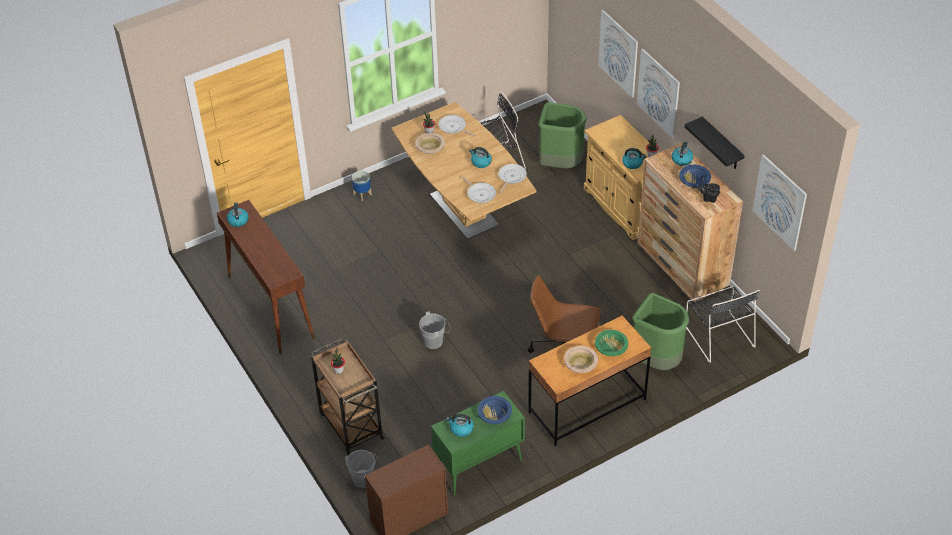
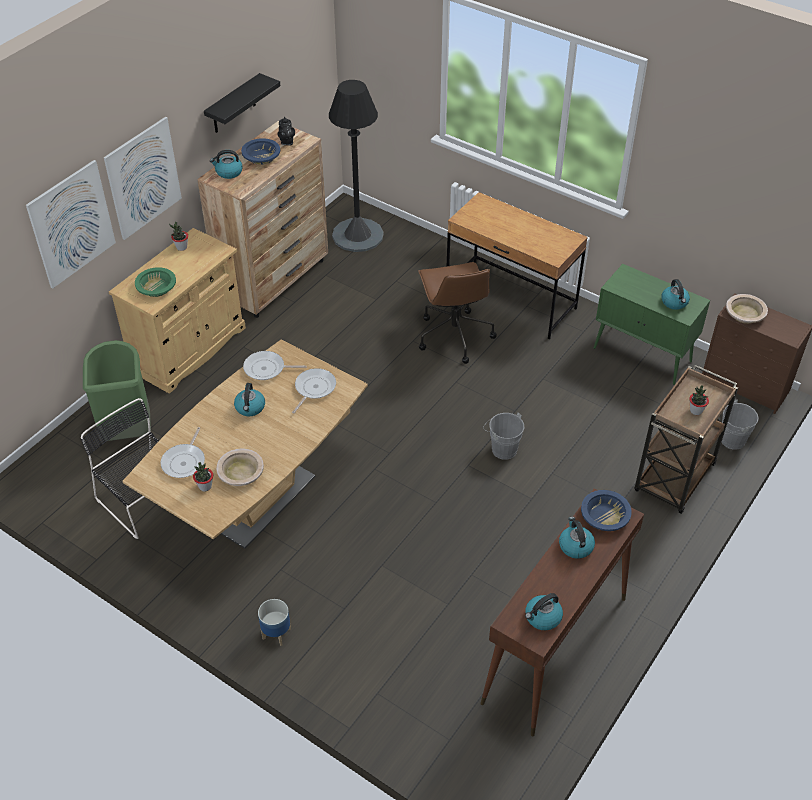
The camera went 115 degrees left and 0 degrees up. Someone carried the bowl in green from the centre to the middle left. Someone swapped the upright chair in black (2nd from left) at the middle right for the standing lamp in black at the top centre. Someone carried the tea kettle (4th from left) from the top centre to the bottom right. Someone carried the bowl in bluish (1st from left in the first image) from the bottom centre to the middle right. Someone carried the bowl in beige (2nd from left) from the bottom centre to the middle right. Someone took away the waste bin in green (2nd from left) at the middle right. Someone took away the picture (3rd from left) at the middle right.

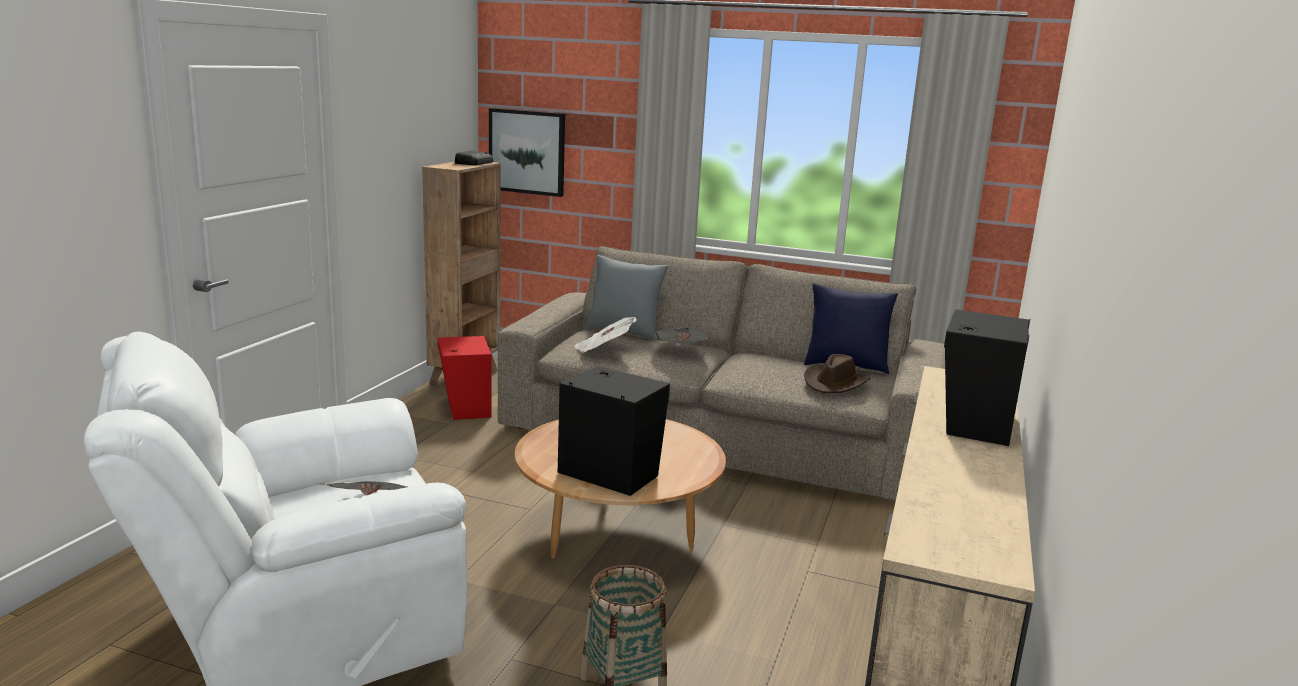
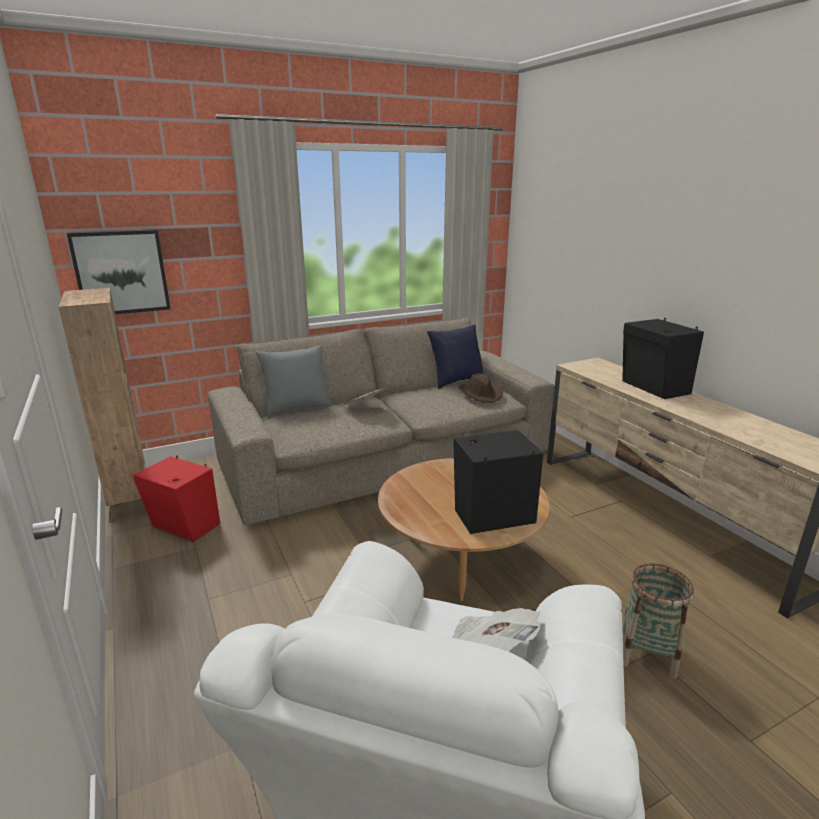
The camera went 45 degrees left and 5 degrees up. Someone took away the radio at the top centre. Someone took away the daily paper (2nd from left) at the centre.

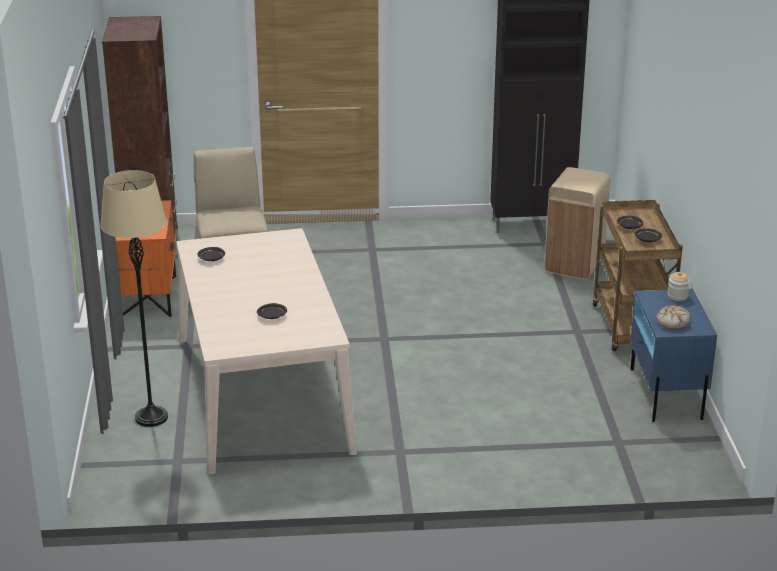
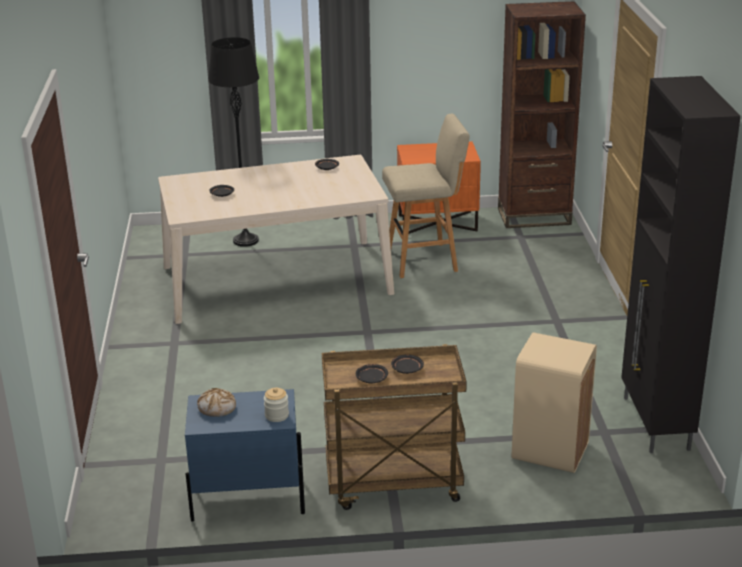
The camera went 90 degrees right and 0 degrees up. Someone repainted the standing lamp in beige at the middle left, which became the standing lamp in black at the top left.

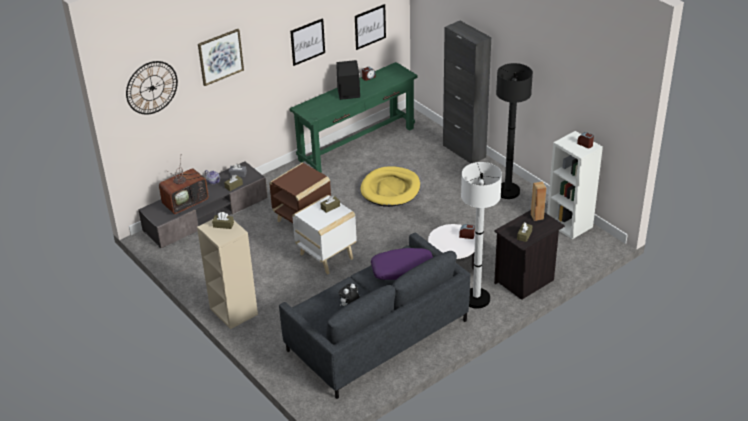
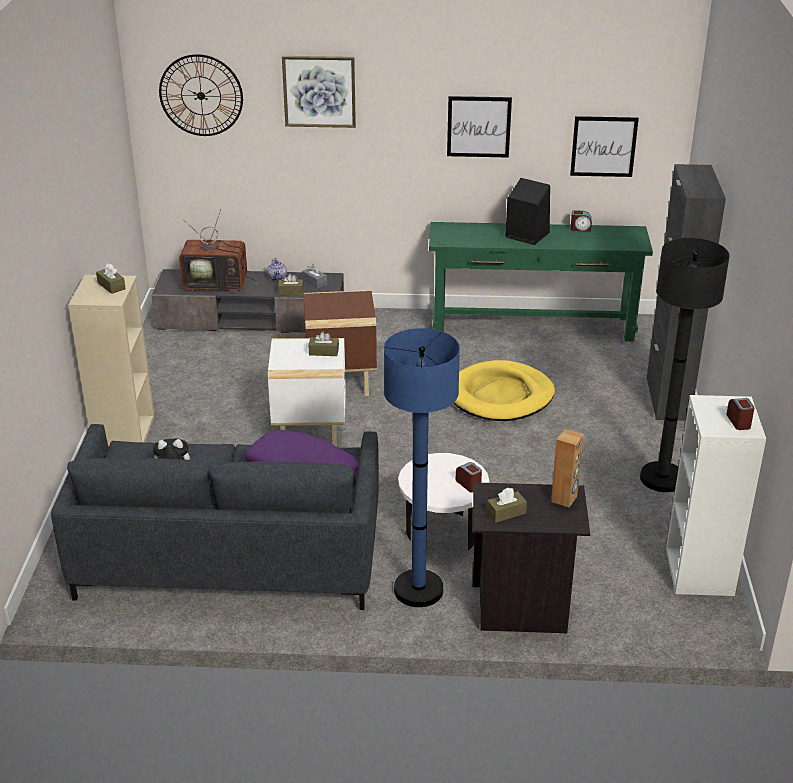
The camera went 40 degrees right and 5 degrees down. Someone repainted the standing lamp in white-coloured at the centre, which became the standing lamp in bluish at the centre.

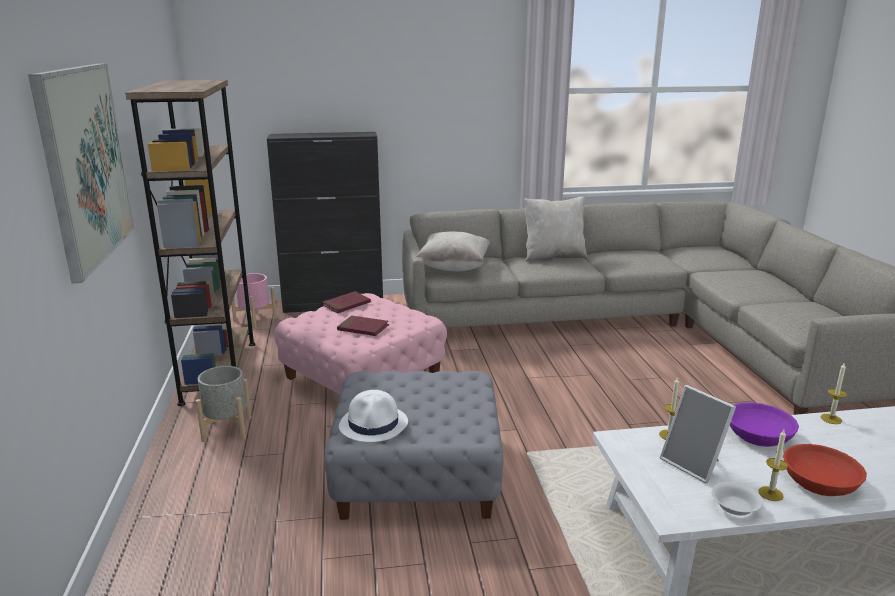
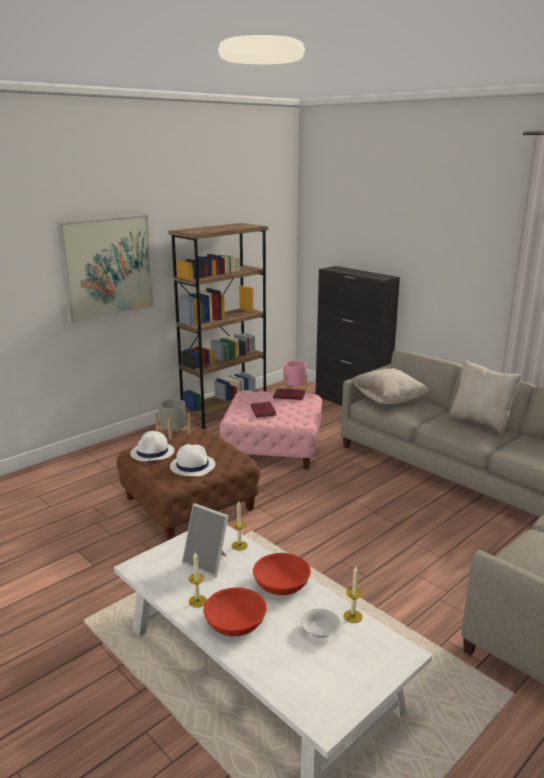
The camera went 55 degrees right and 0 degrees up. Someone repainted the footrest in greyish at the bottom centre, which became the footrest in brown at the centre. Someone put down the clothing hat in white-coloured (2nd from left) at the centre. Someone rotated the standing frame at the bottom right by 75 degrees counterclockwise. Someone repainted the bowl in purple at the bottom right, which became the bowl in red (2nd from left) at the bottom centre. Someone carried the bowl in white-coloured from the bottom right to the bottom centre.

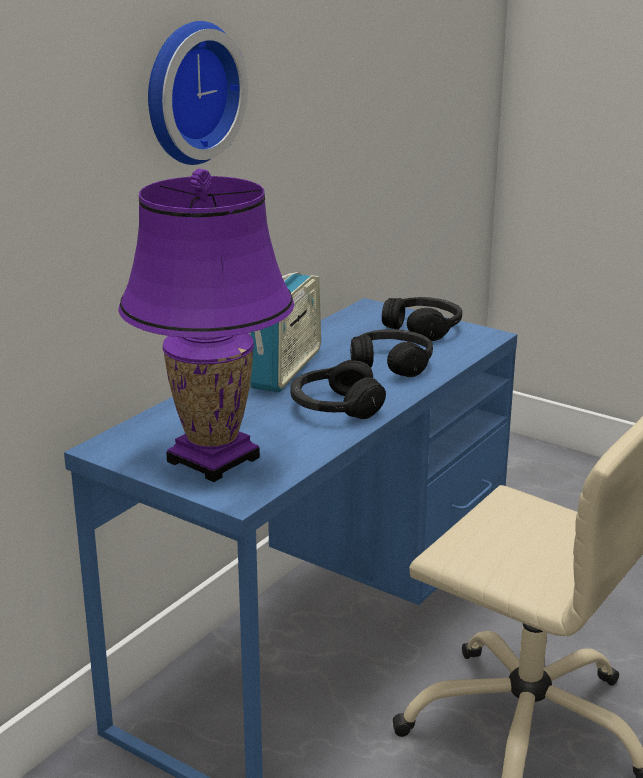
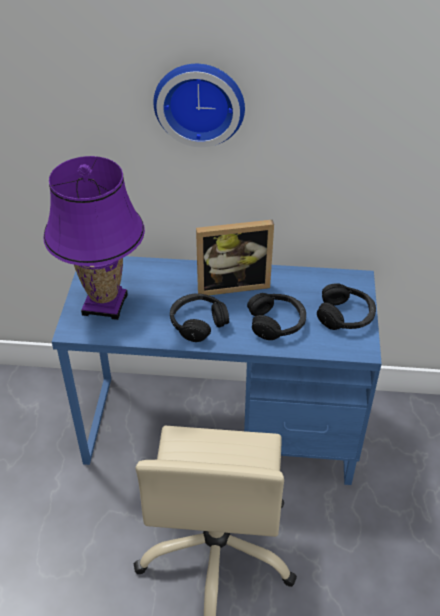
The camera went 60 degrees right and 20 degrees up. Someone swapped the radio at the centre for the standing frame at the centre.

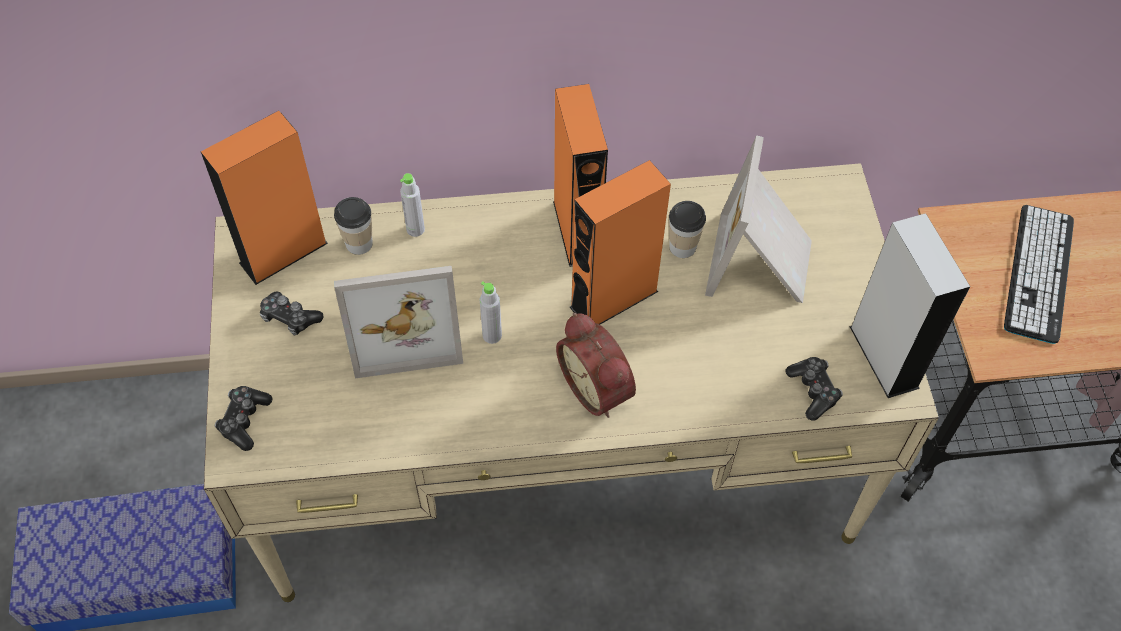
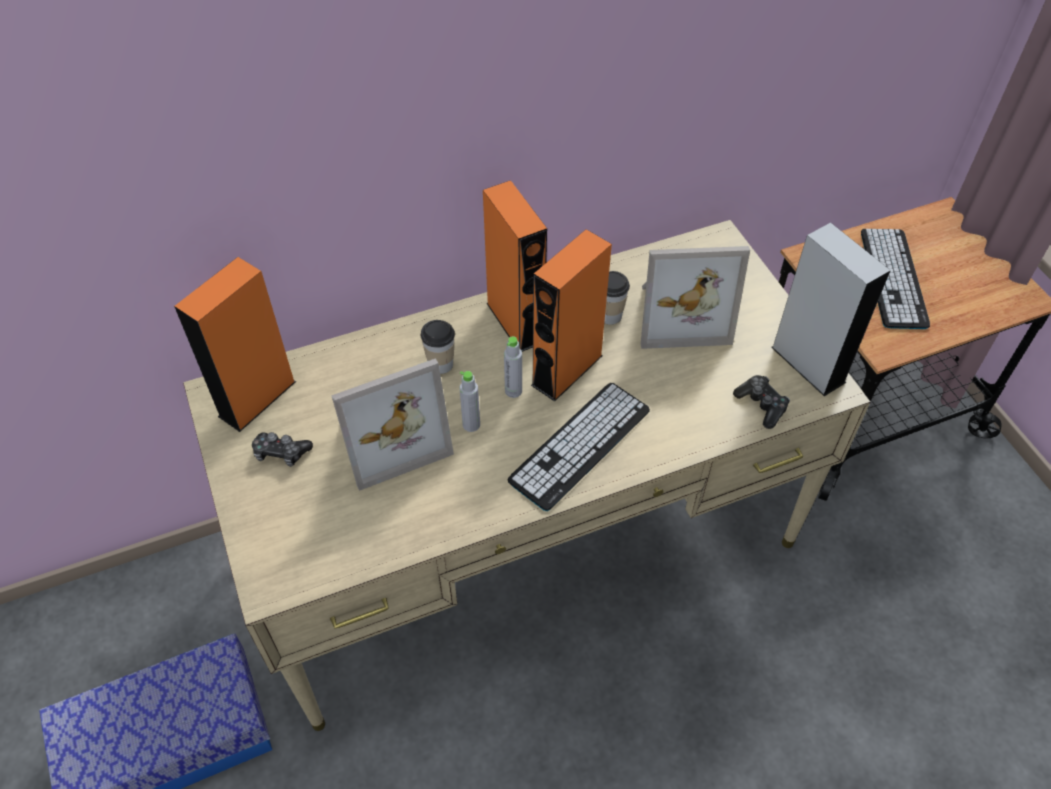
The camera went 15 degrees left and 5 degrees down. Someone carried the small cup (1st from left) from the middle left to the centre. Someone carried the beverage bottle in greyish (1st from left in the first image) from the top centre to the centre. Someone swapped the table clock at the centre for the PC keyboard (1st from left) at the centre. Someone rotated the standing frame (2nd from left) at the middle right by 90 degrees counterclockwise. Someone took away the joypad (1st from left) at the middle left.

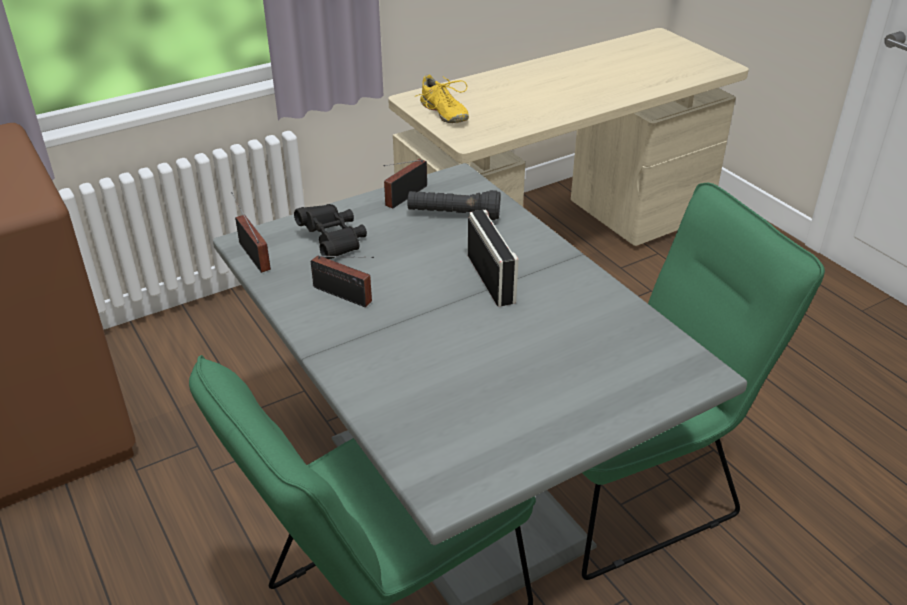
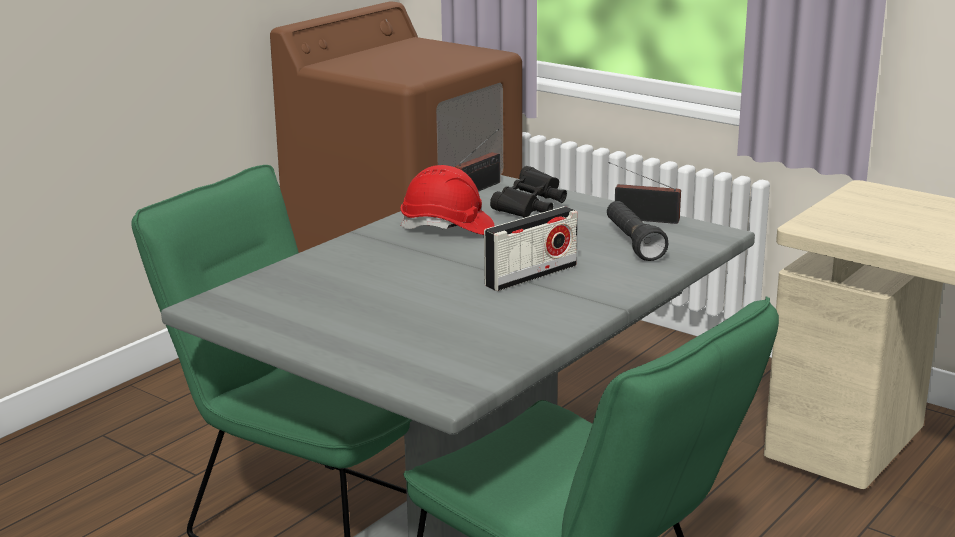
The camera went 70 degrees right and 15 degrees down. Someone swapped the radio (2nd from left) at the centre for the hard hat in red at the centre. Someone took away the item of footwear in yellowish at the top centre.

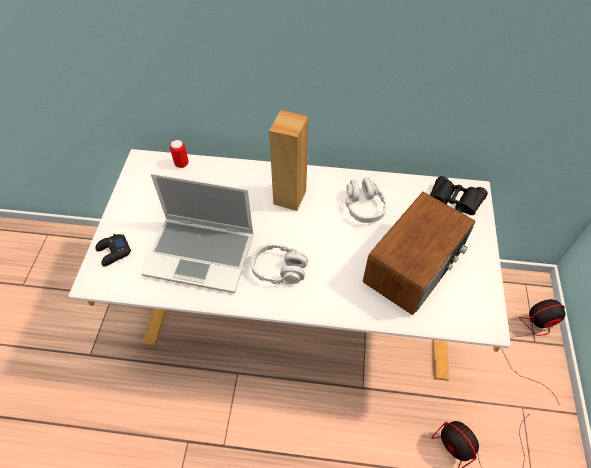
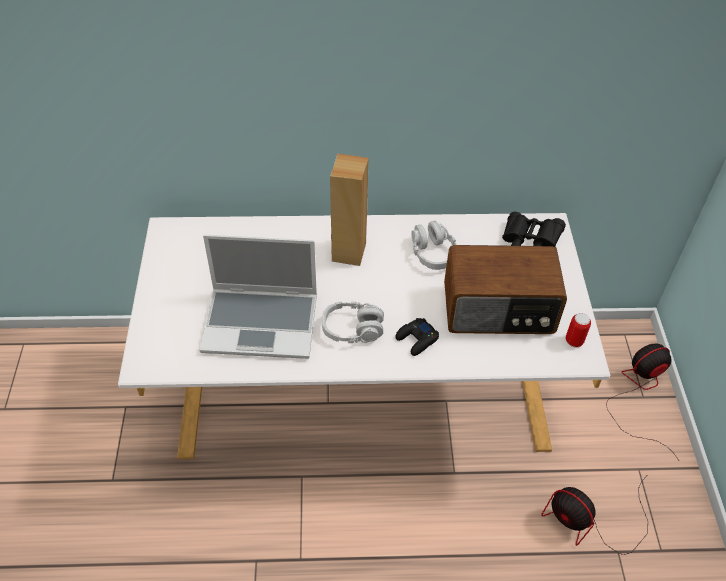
The camera went 10 degrees left and 5 degrees down. Someone carried the joypad in black from the middle left to the centre. Someone rotated the radio at the middle right by 60 degrees clockwise. Someone carried the can from the top left to the middle right.

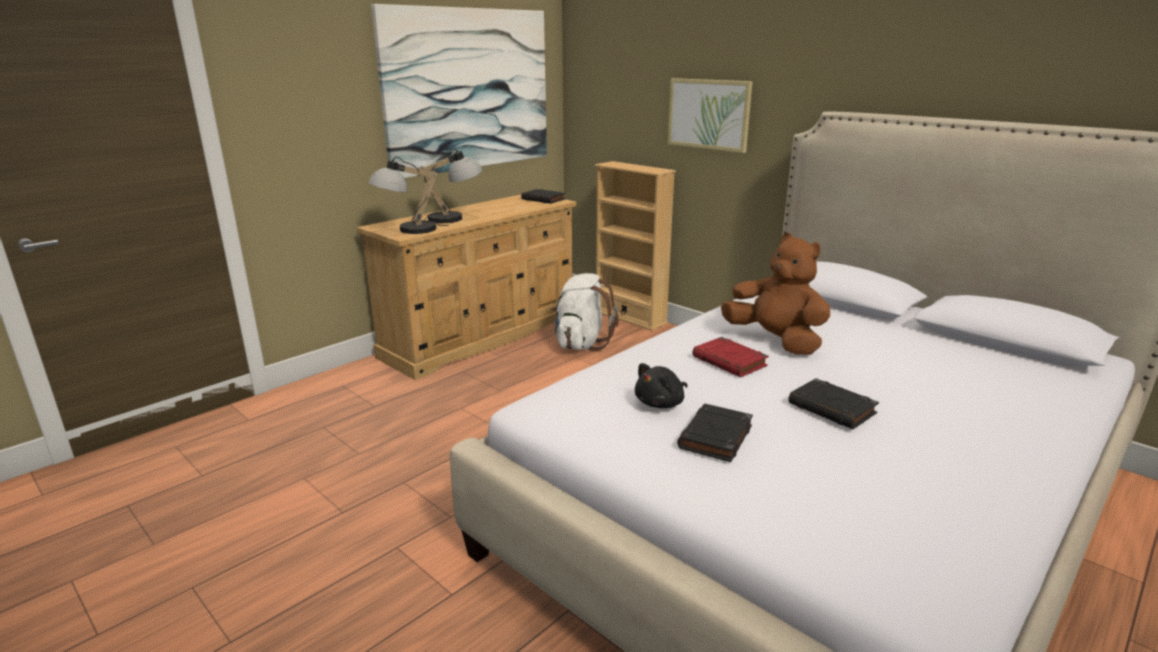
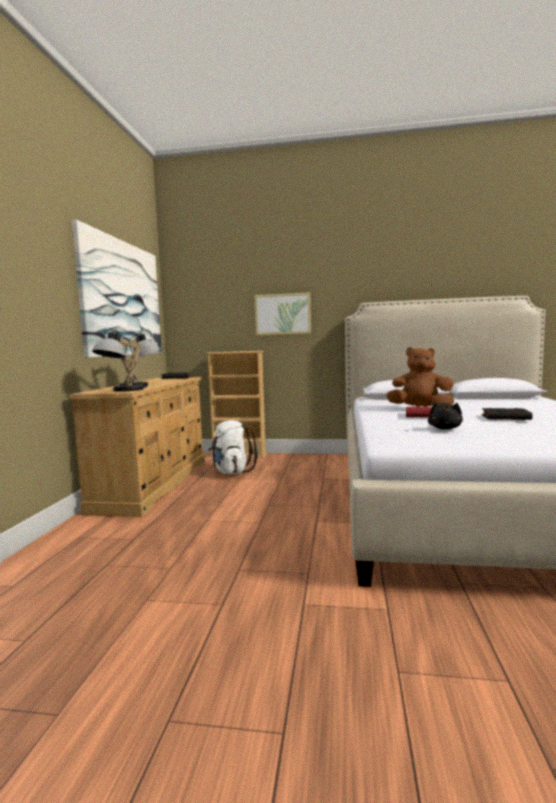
The camera went 35 degrees left and 15 degrees down. Someone took away the book in black (2nd from left) at the centre.

